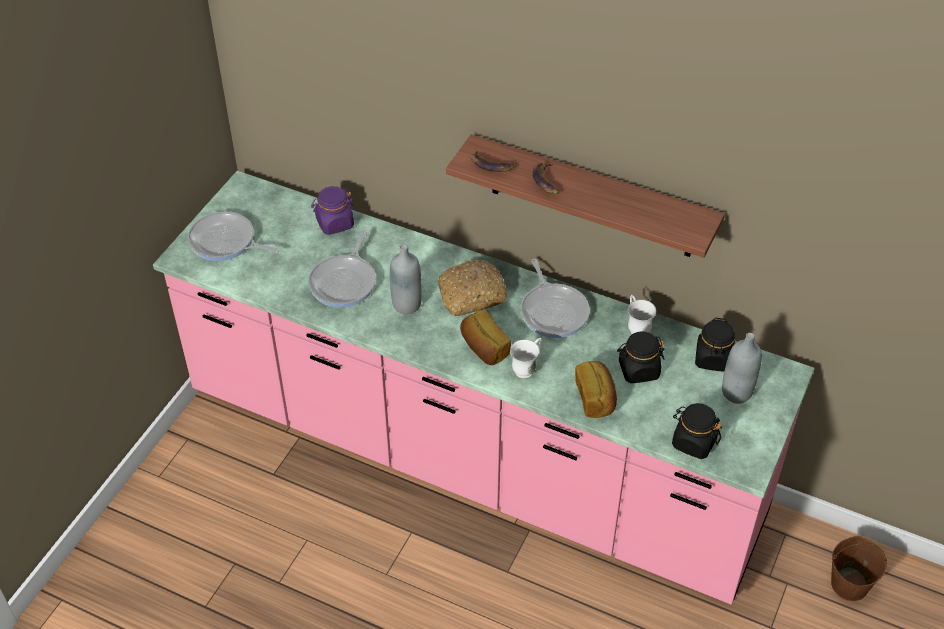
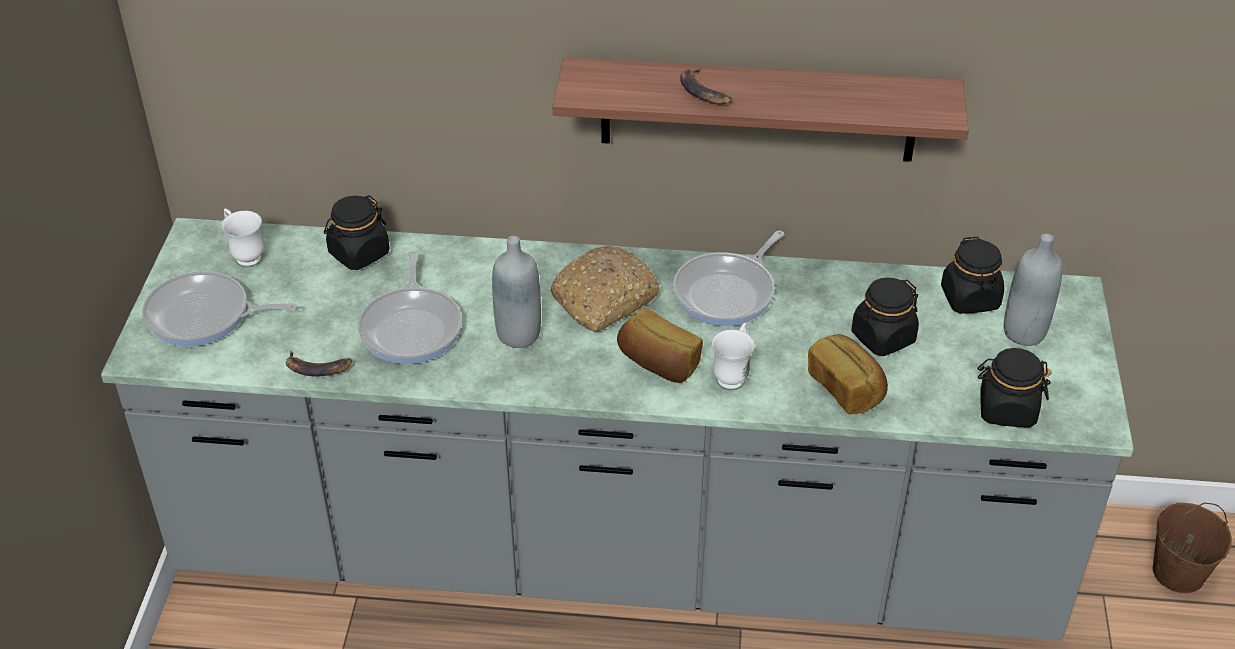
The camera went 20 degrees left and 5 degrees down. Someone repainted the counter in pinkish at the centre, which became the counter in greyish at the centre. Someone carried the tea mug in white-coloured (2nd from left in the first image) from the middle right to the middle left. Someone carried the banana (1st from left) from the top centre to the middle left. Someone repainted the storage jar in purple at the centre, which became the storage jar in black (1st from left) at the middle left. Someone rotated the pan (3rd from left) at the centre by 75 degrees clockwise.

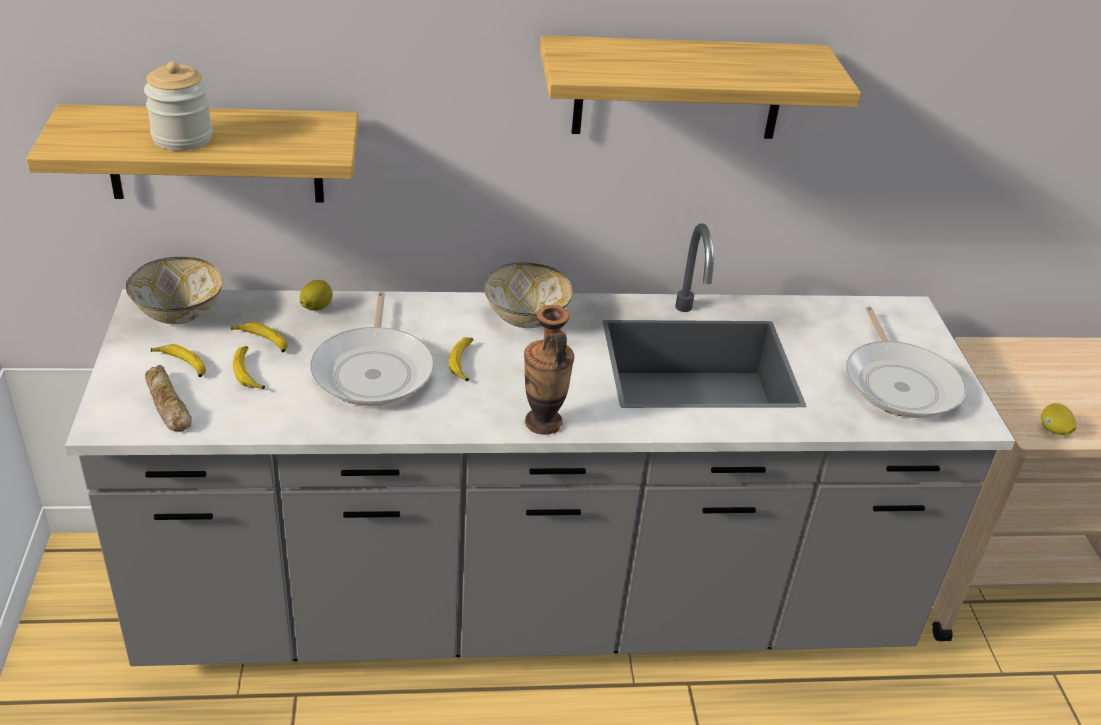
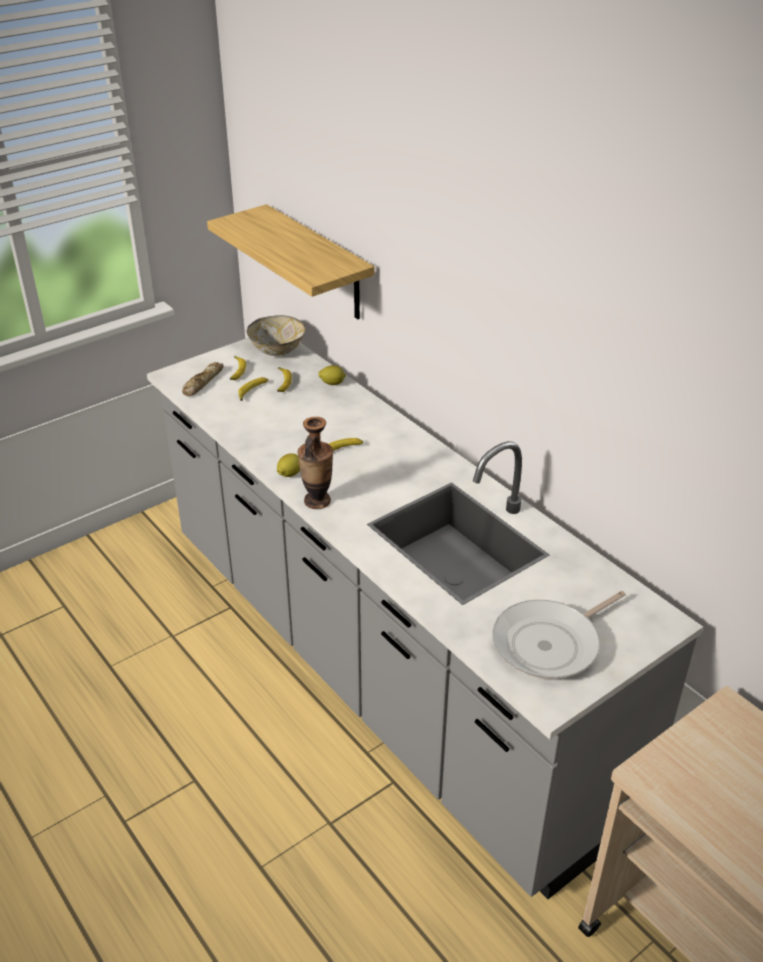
The camera went 60 degrees right and 0 degrees up. Someone carried the citrus fruit (2nd from left in the first image) from the middle right to the centre. Someone took away the storage jar at the top left. Someone took away the pan (1st from left) at the centre. Someone took away the bowl (2nd from left) at the centre. Someone took away the wall shelf (2nd from left) at the top centre.

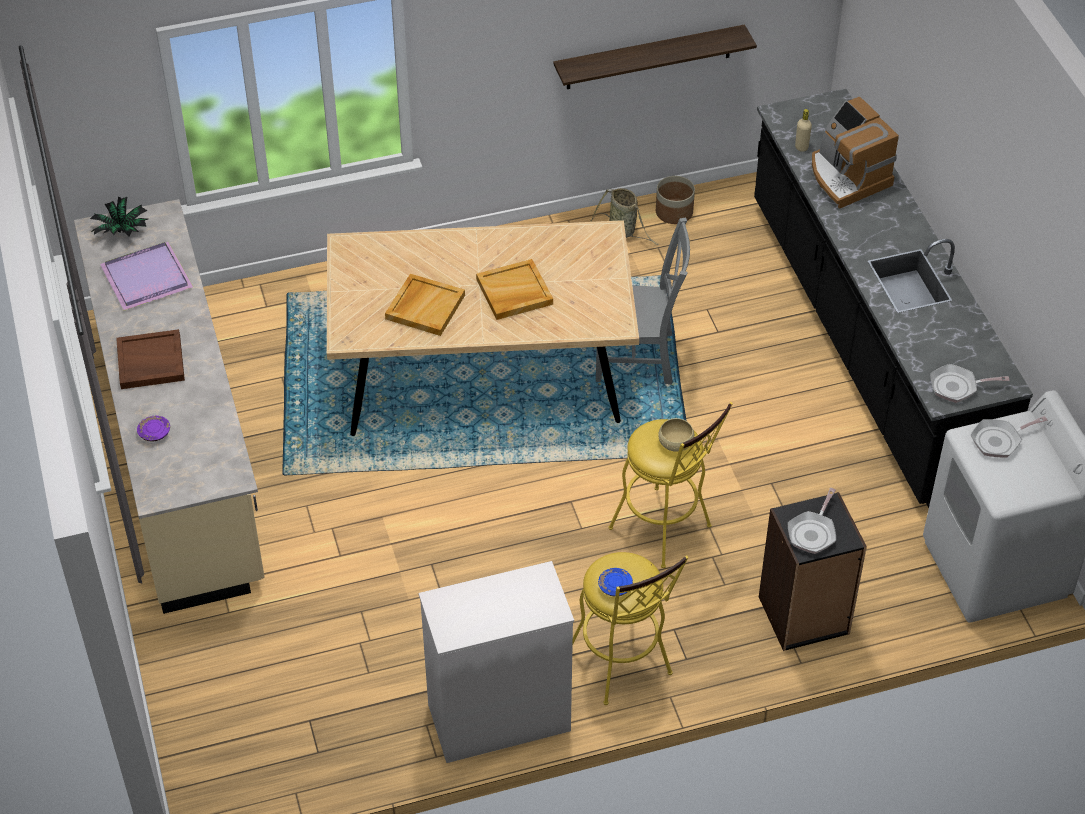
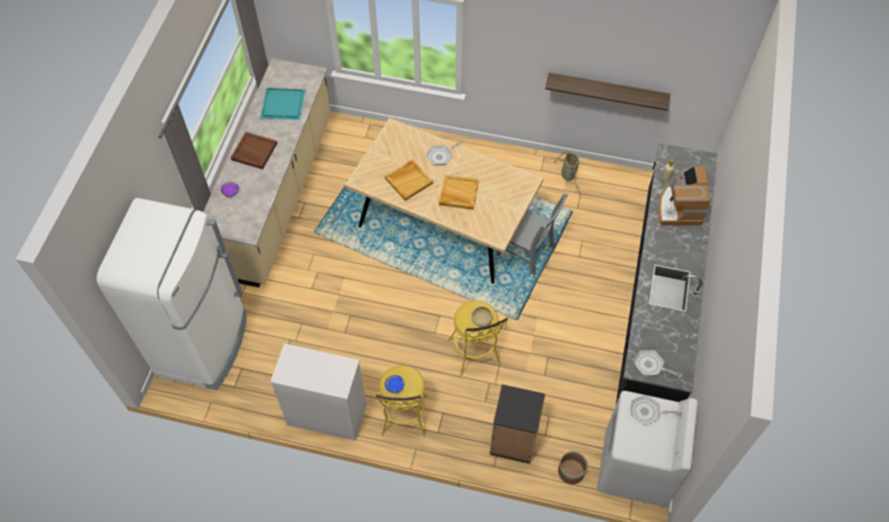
The camera went 30 degrees right and 10 degrees up. Someone put down the refrigerator in white-coloured at the middle left. Someone repainted the carrying tray in purple at the middle left, which became the carrying tray in blue-green at the top left. Someone carried the pan (1st from left) from the middle right to the top centre. Someone carried the planter from the top centre to the bottom centre. Someone took away the plant in a pot at the top left.

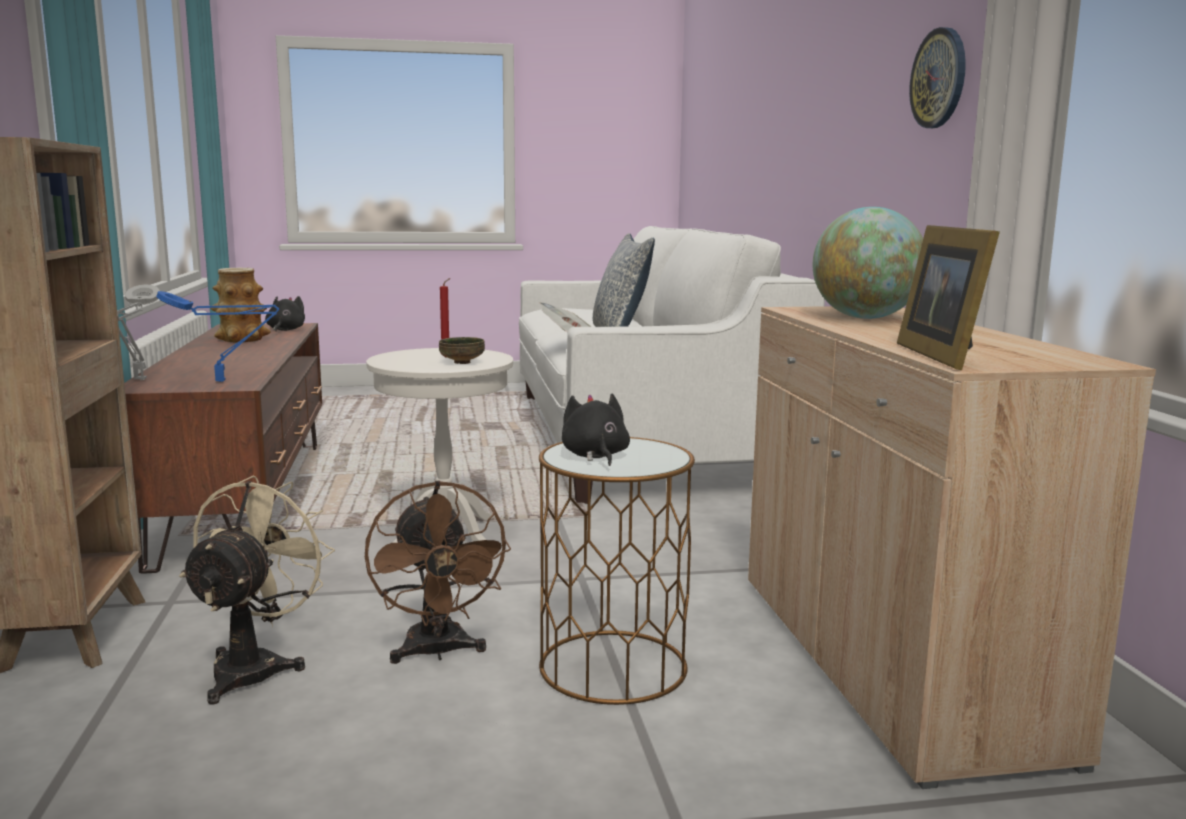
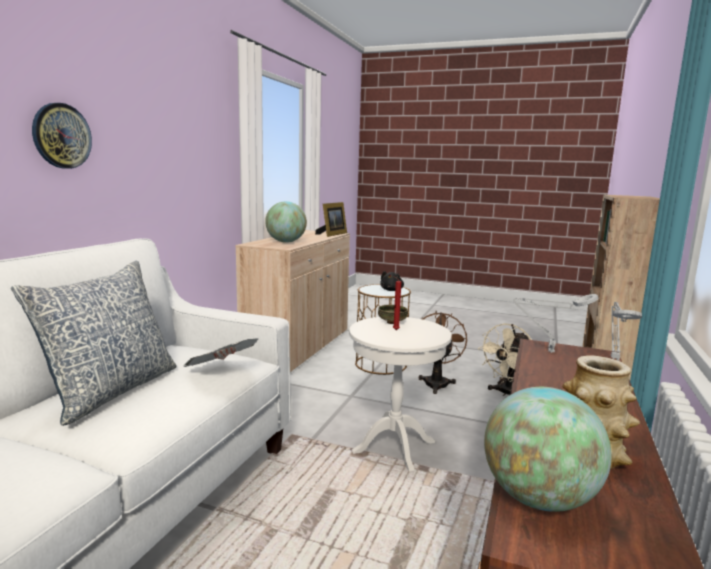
The camera went 150 degrees left and 0 degrees up. Someone carried the hanging clock from the top right to the top left. Someone swapped the soft toy in black (1st from left) at the middle left for the desk globe (2nd from left) at the bottom right. Someone repainted the table lamp in bluish at the middle left, which became the table lamp in greyish (1st from left) at the middle right.

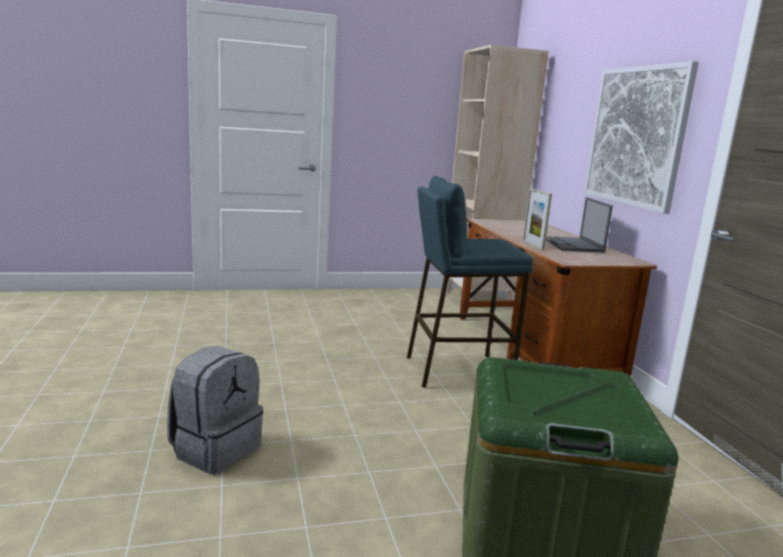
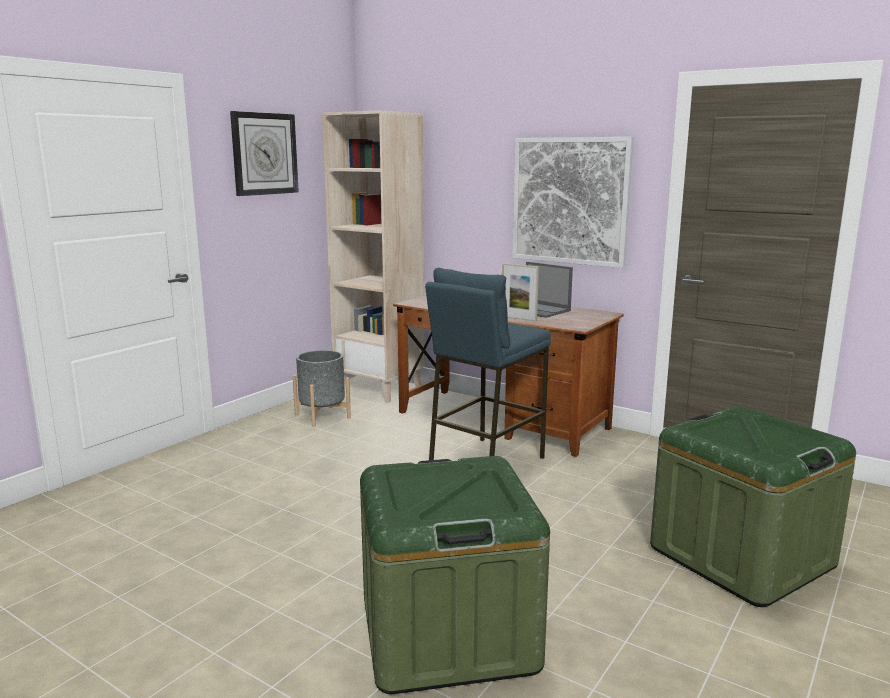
The camera went 40 degrees left and 0 degrees up. Someone put up the hanging clock at the top left. Someone put down the planter in greyish at the centre. Someone swapped the rucksack in greyish at the bottom left for the storage box in green (1st from left) at the bottom centre.

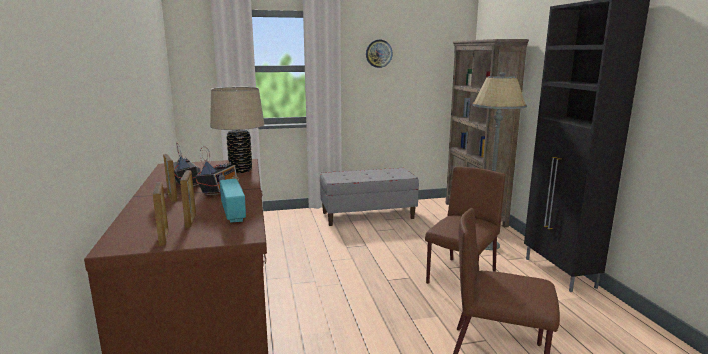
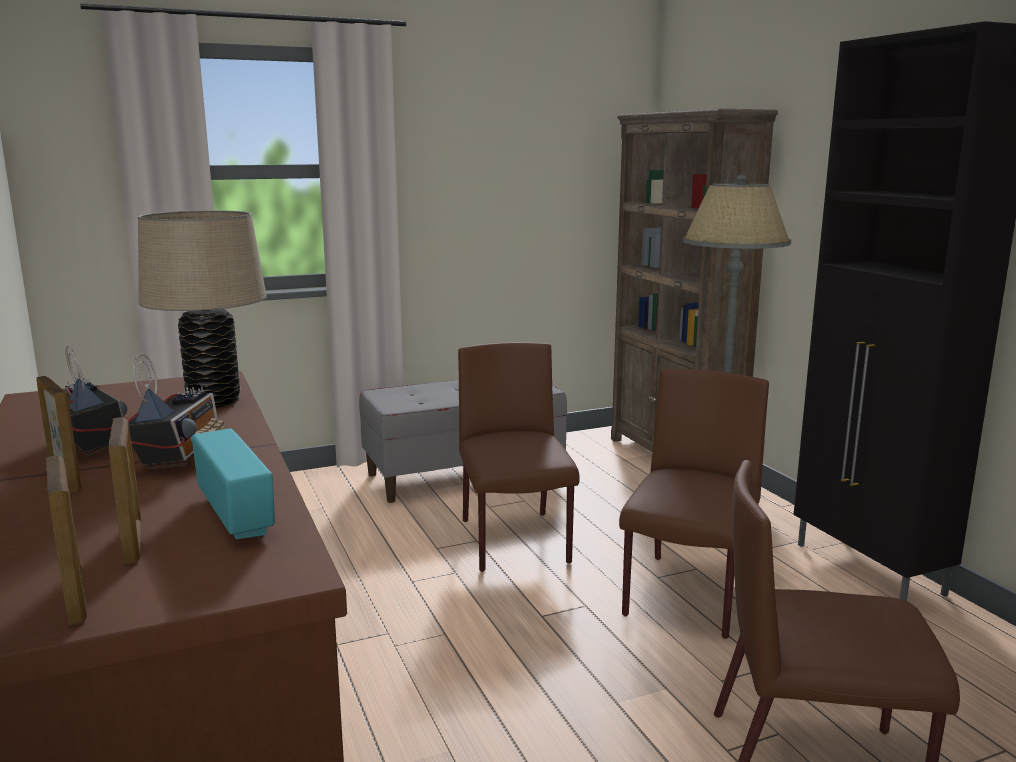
The camera went 10 degrees left and 0 degrees up. Someone put down the upright chair in brown (1st from left) at the centre. Someone took away the hanging clock at the top centre.

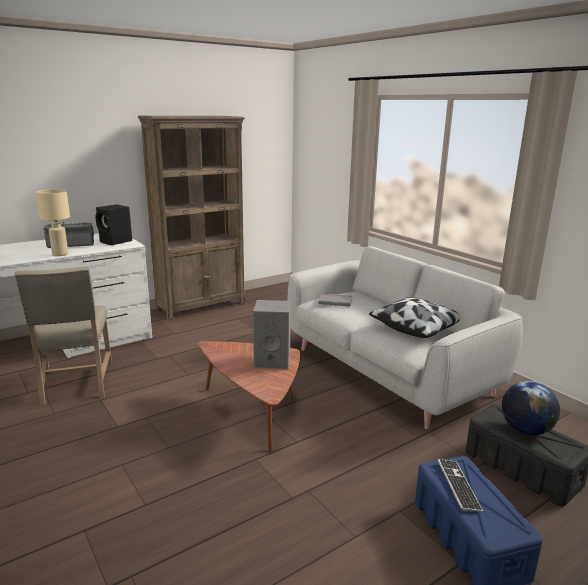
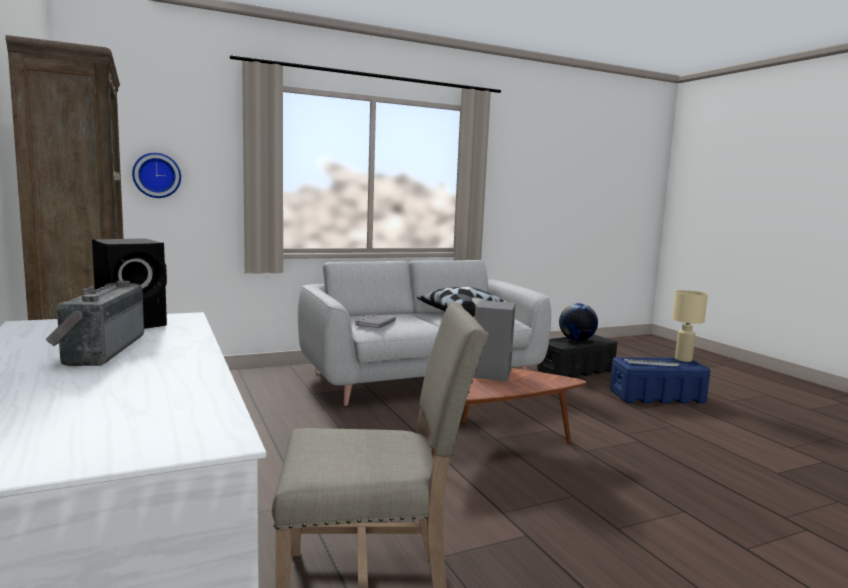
The camera went 80 degrees left and 10 degrees down. Someone put up the hanging clock at the top left. Someone carried the table lamp in beige from the middle left to the middle right.

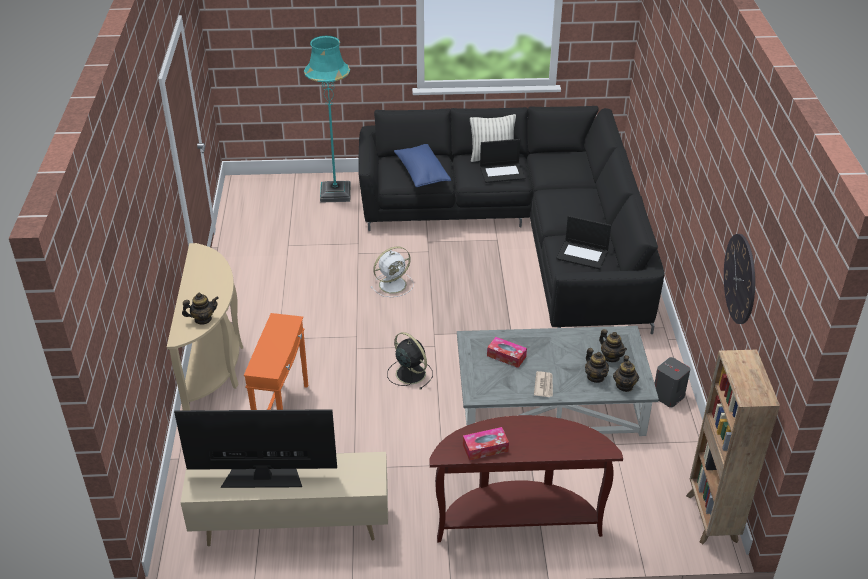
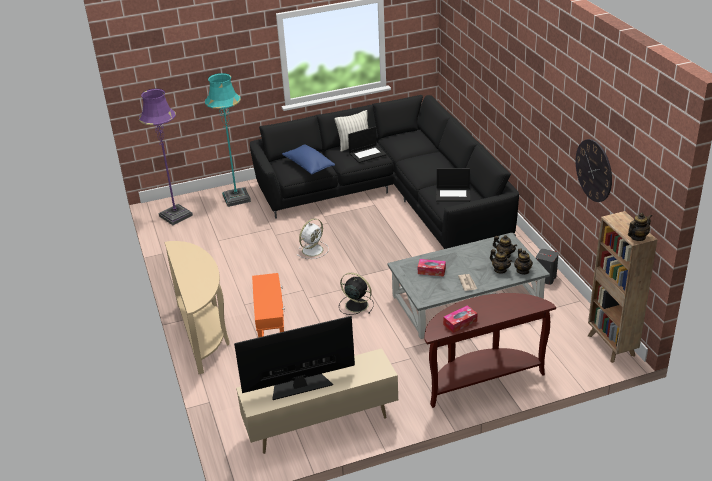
The camera went 15 degrees left and 5 degrees down. Someone put down the standing lamp in purple at the top left. Someone carried the tea pot (1st from left in the first image) from the middle left to the middle right.

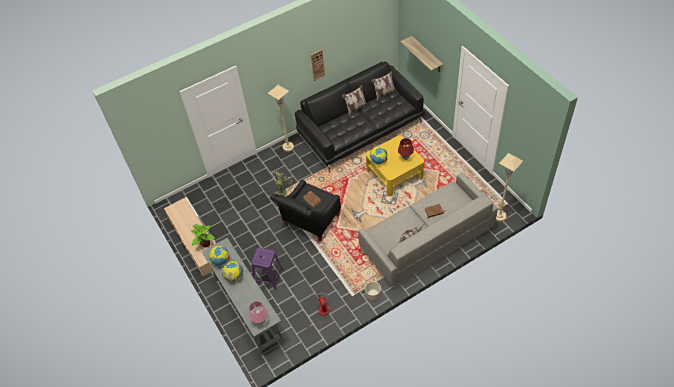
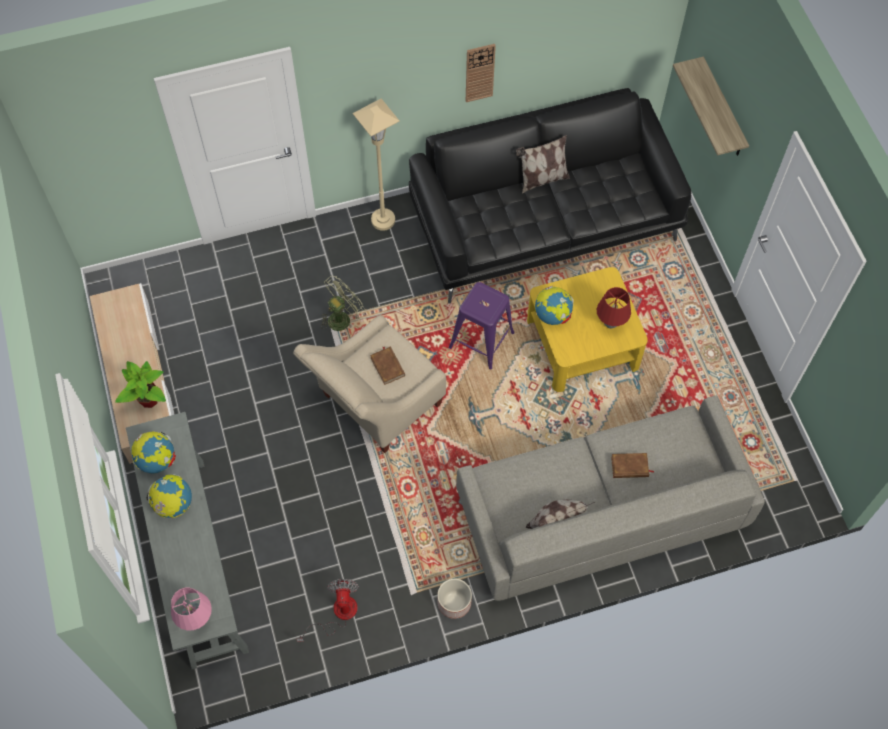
The camera went 10 degrees right and 10 degrees up. Someone repainted the lounge chair in black at the centre, which became the lounge chair in beige at the centre. Someone carried the stool seat in purple from the bottom centre to the centre. Someone took away the pillow (2nd from left) at the top centre. Someone took away the standing lamp in beige (2nd from left) at the middle right.

